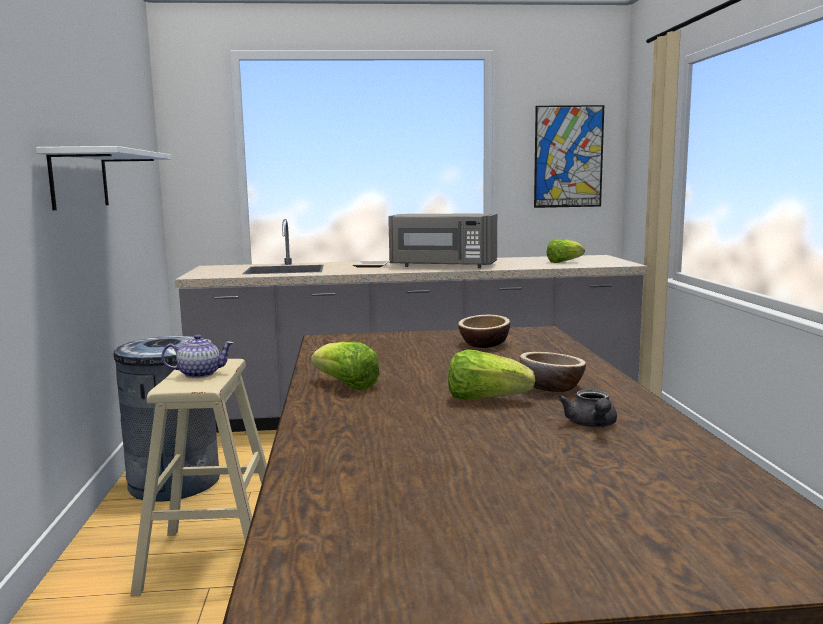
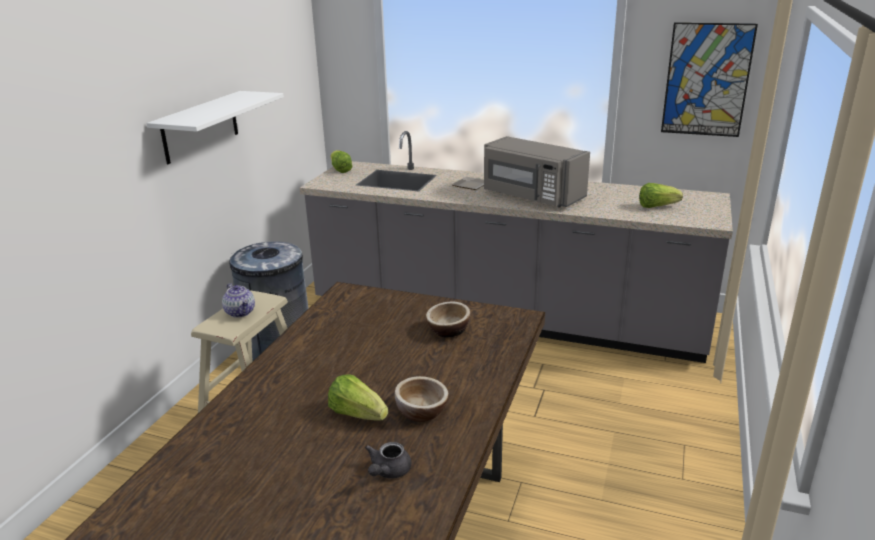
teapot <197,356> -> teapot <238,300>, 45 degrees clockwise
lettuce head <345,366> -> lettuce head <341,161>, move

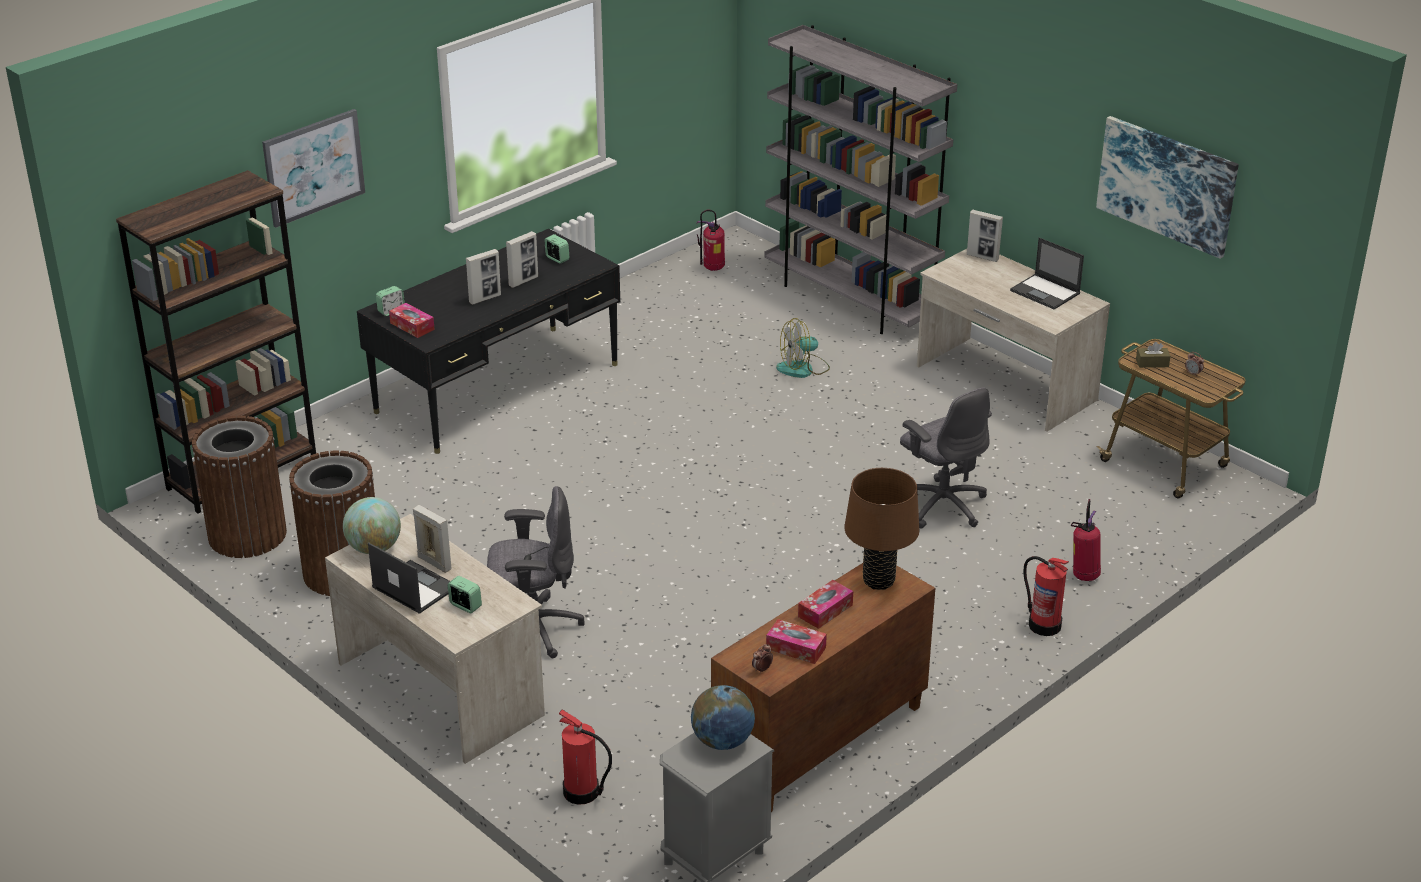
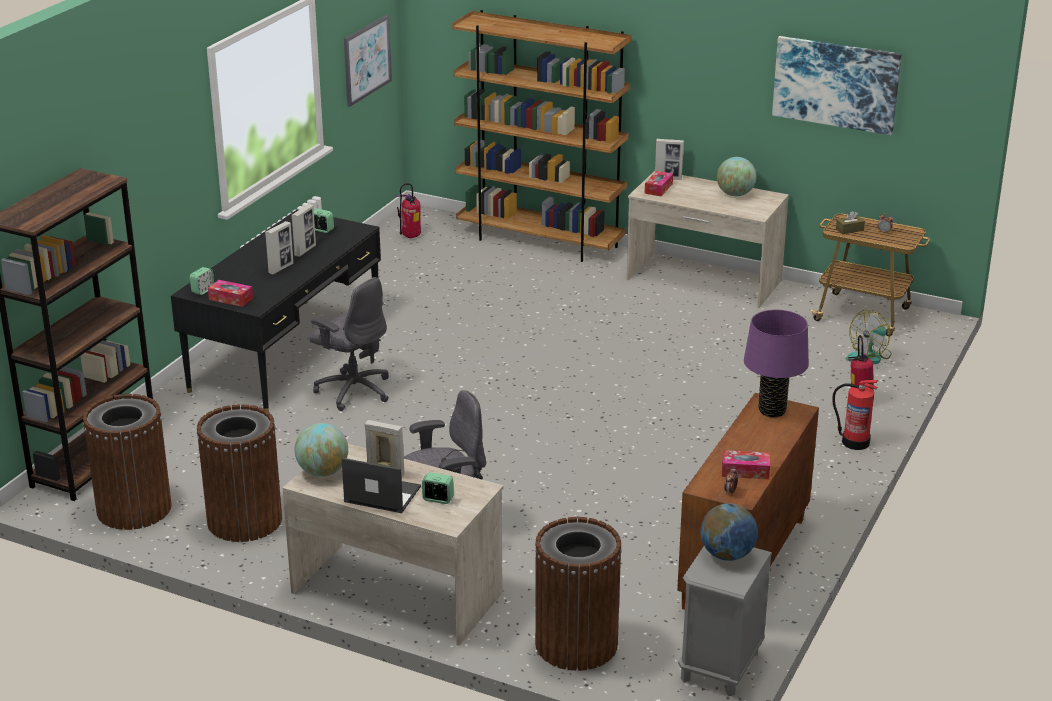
desk chair (greyish) <946,458> -> desk chair (greyish) <349,344>, move
wall art <313,168> -> wall art <368,60>, move
bookshelf (greyish) <860,179> -> bookshelf (brownish) <542,136>
fire extinguisher <585,757> -> rubbish bin (brownish) <578,594>
tissue holder <825,604> -> tissue holder <659,183>, move
portable computer <1047,273> -> world globe <736,176>
lamp for a table (brownish) <881,529> -> lamp for a table (purple-coloured) <776,364>
electric fan <803,348> -> electric fan <869,337>, move

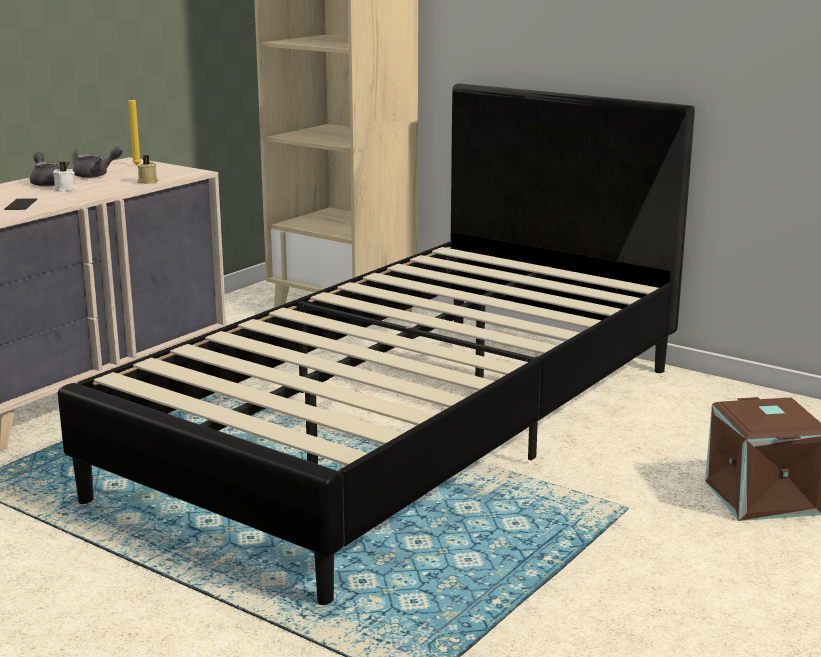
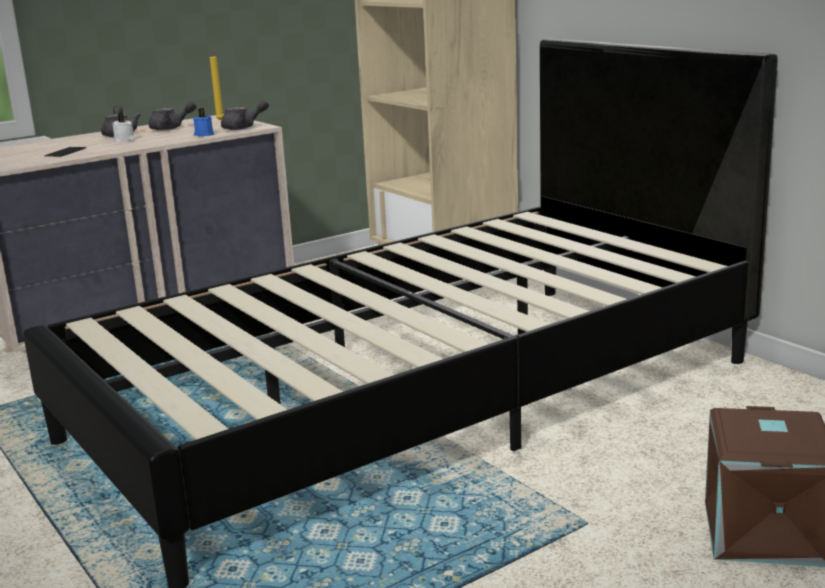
wax candle (beige) <147,169> -> wax candle (blue-coloured) <203,122>
none -> teapot (greyish) <245,115>

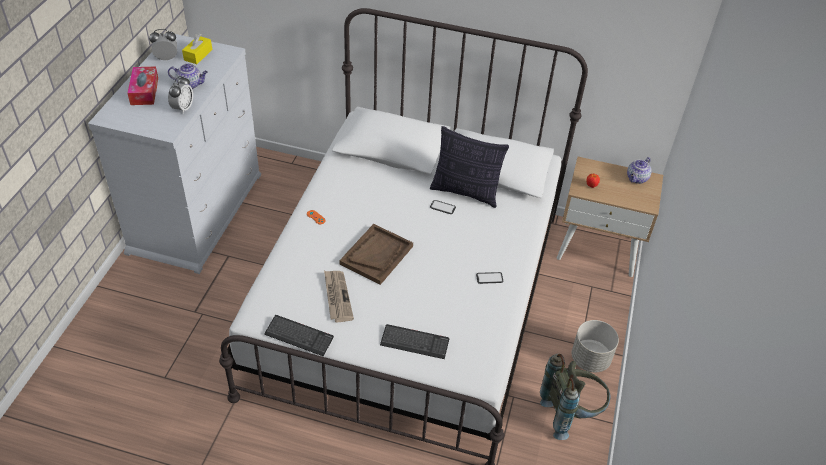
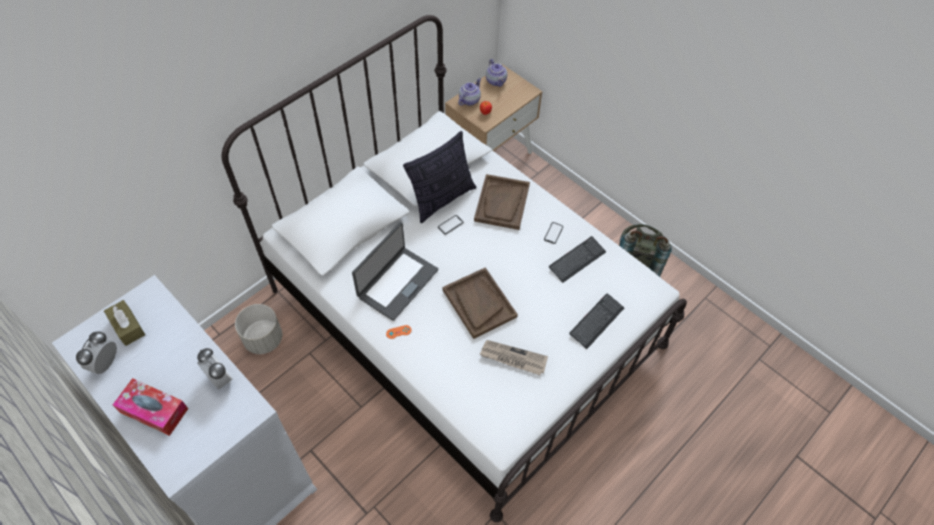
tissue holder (yellowish) <197,48> -> tissue holder (brownish) <124,323>
planter (greyish) <595,346> -> planter (greyish) <258,329>, move
none -> portable computer <395,271>
teapot <188,76> -> teapot <469,92>, move
none -> serving tray (brownish) <502,202>
PC keyboard <299,336> -> PC keyboard <577,259>, move

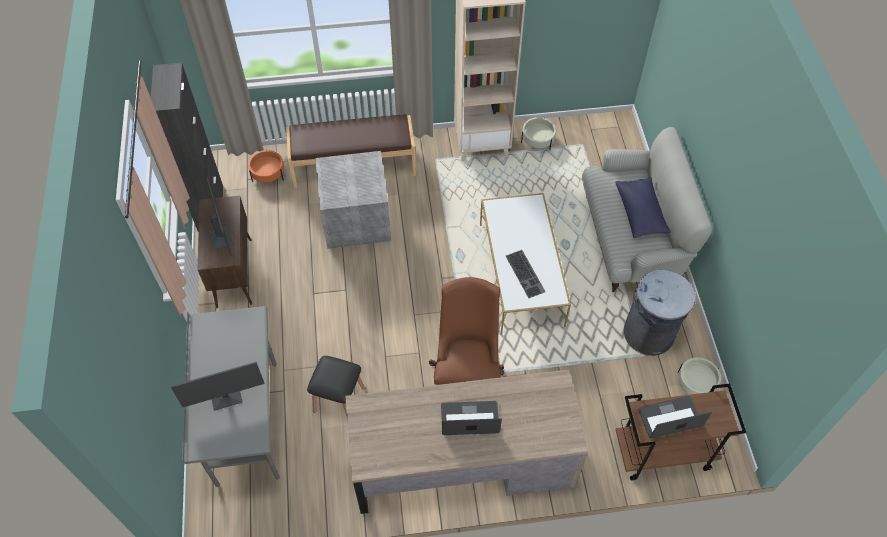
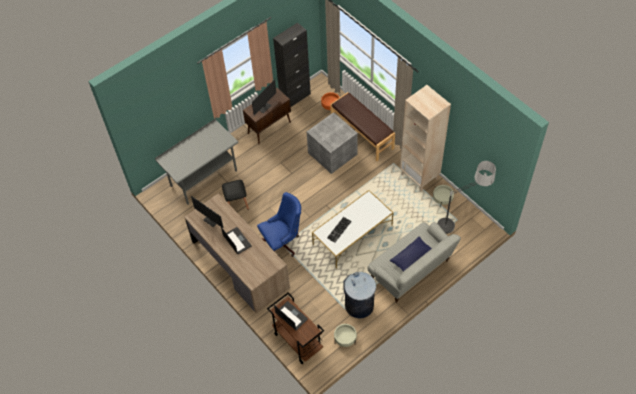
computer screen <218,386> -> computer screen <207,212>, move
desk chair (brownish) <466,331> -> desk chair (blue-coloured) <279,224>
none -> standing lamp <466,197>

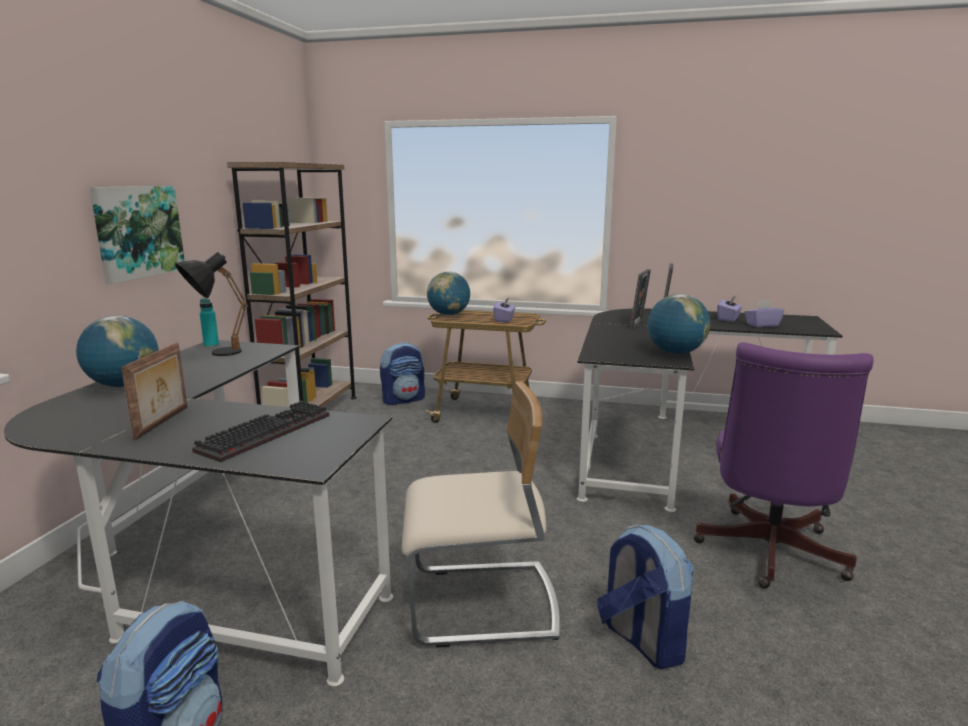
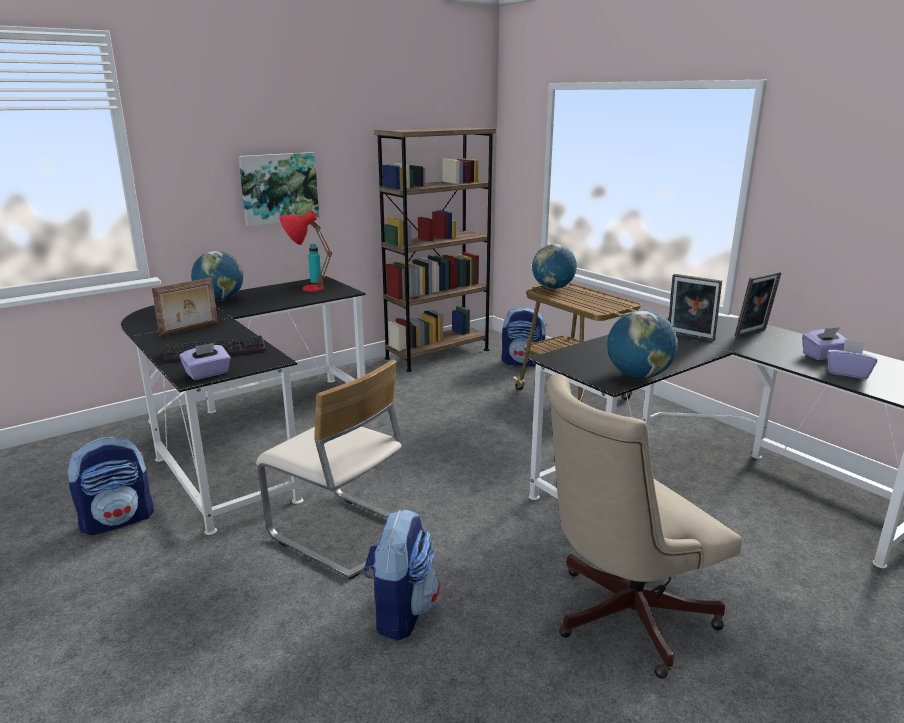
tissue holder (purple-coloured) <504,310> -> tissue holder (purple-coloured) <205,361>, move
lamp for a table (black-coloured) <211,304> -> lamp for a table (red) <305,251>
desk chair (purple-coloured) <783,465> -> desk chair (beige) <644,526>
picture frame <640,298> -> picture frame <695,307>, 60 degrees clockwise

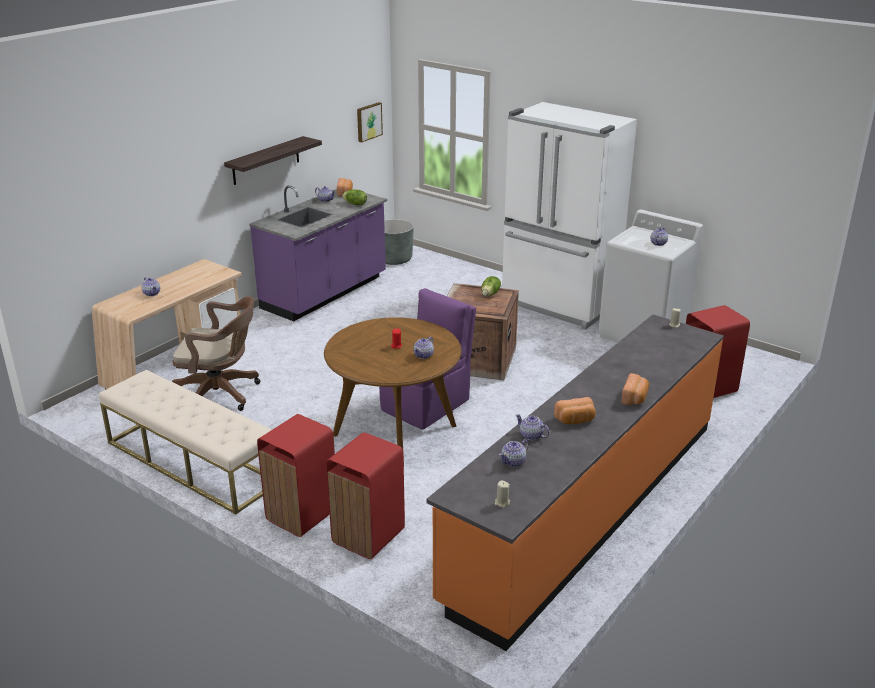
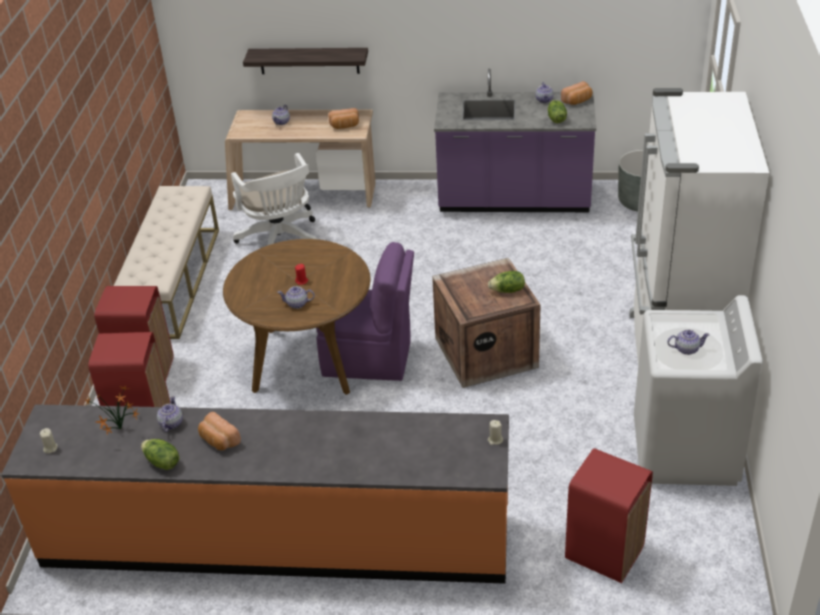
teapot <514,453> -> potted plant <112,409>
none -> lettuce head <160,454>
desk chair (brownish) <216,353> -> desk chair (whitish) <274,199>
wall shelf <273,160> -> wall shelf <305,61>, move
bread <635,389> -> bread <343,118>, move
wall art <370,122> -> none

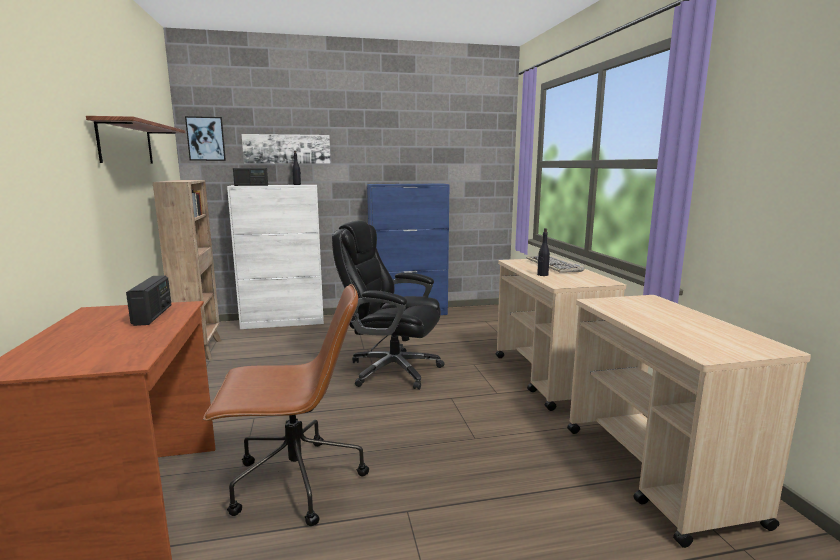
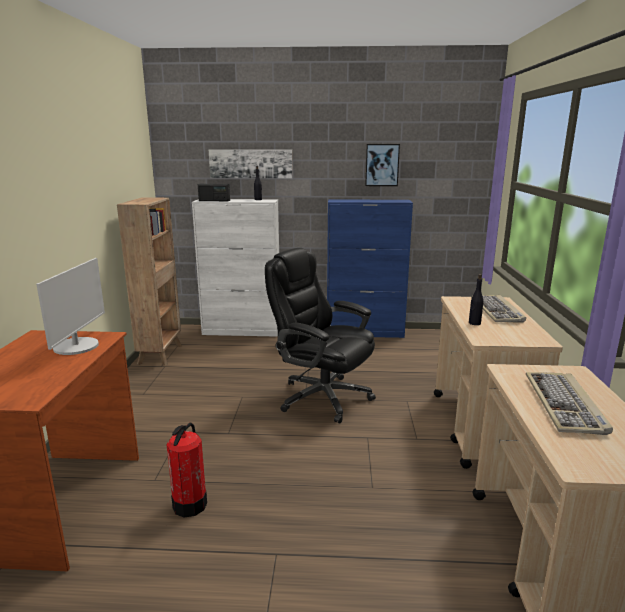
radio <148,300> -> computer screen <70,306>
desk chair (brownish) <286,405> -> fire extinguisher <186,469>
wall art <205,138> -> wall art <382,165>, move
none -> PC keyboard <569,403>
wall shelf <135,140> -> none

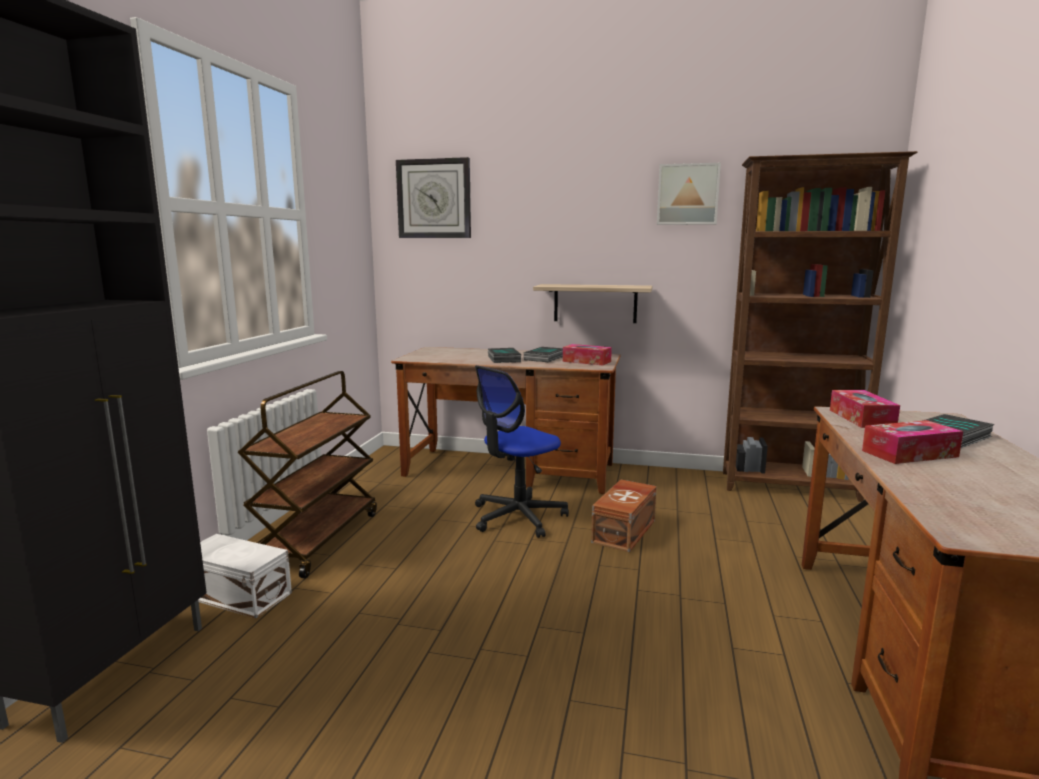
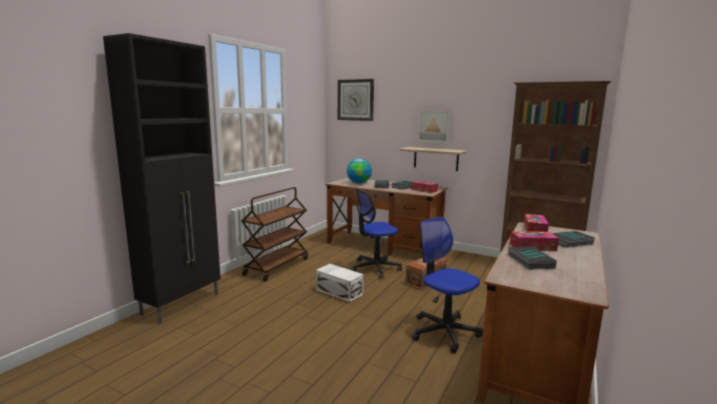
storage bin (whitish) <245,576> -> storage bin (whitish) <340,283>, move
none -> world globe <359,171>
none -> desk chair <447,284>
wall art <689,194> -> wall art <434,126>, move
none -> book <532,258>

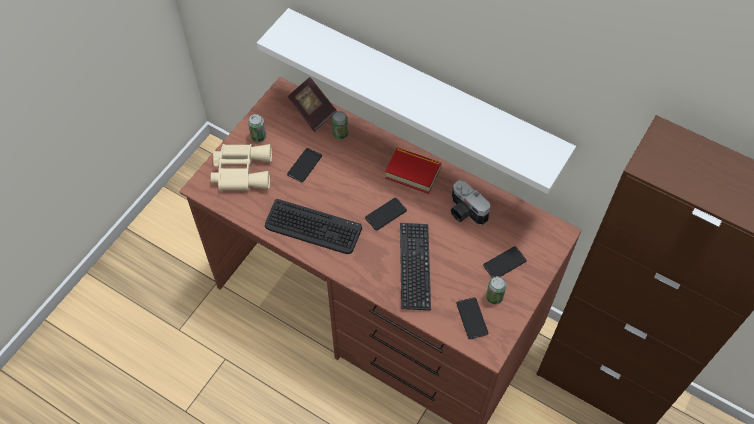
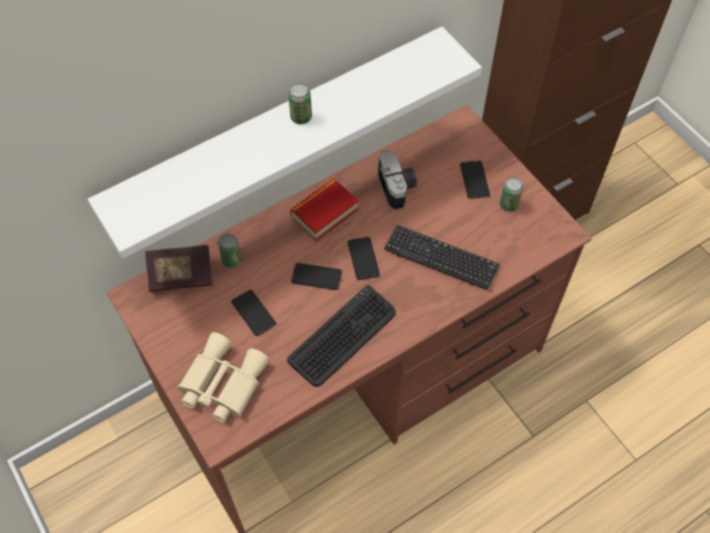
can <257,128> -> can <300,103>, move
phone <472,318> -> phone <316,276>, move
photo camera <470,202> -> photo camera <397,180>, 90 degrees counterclockwise

